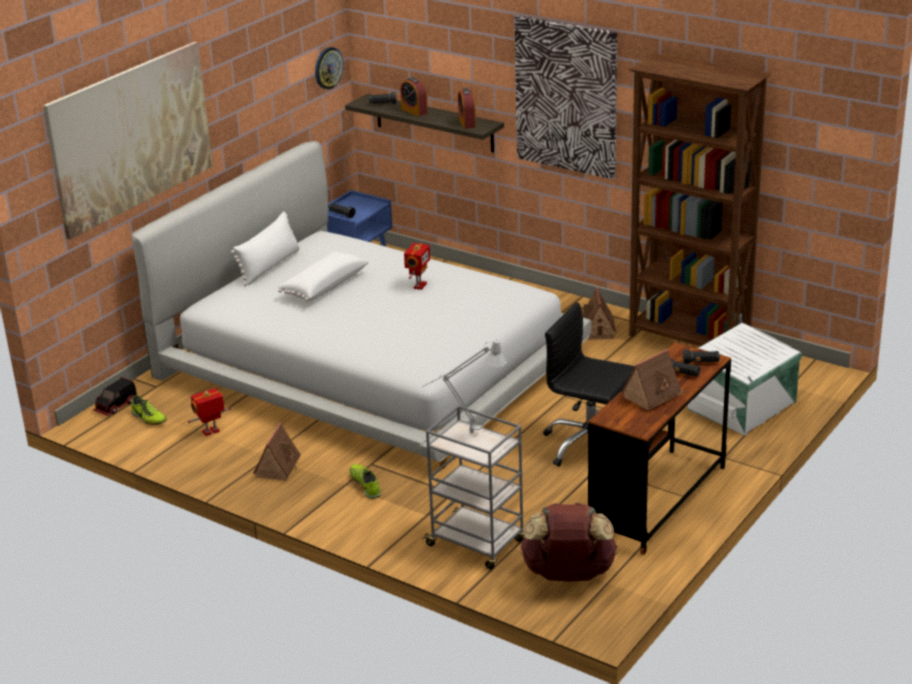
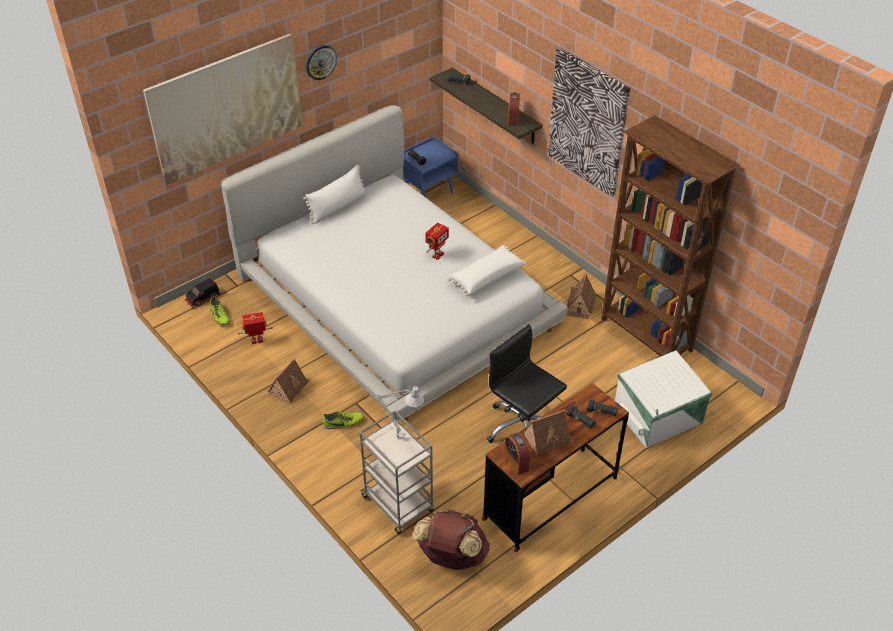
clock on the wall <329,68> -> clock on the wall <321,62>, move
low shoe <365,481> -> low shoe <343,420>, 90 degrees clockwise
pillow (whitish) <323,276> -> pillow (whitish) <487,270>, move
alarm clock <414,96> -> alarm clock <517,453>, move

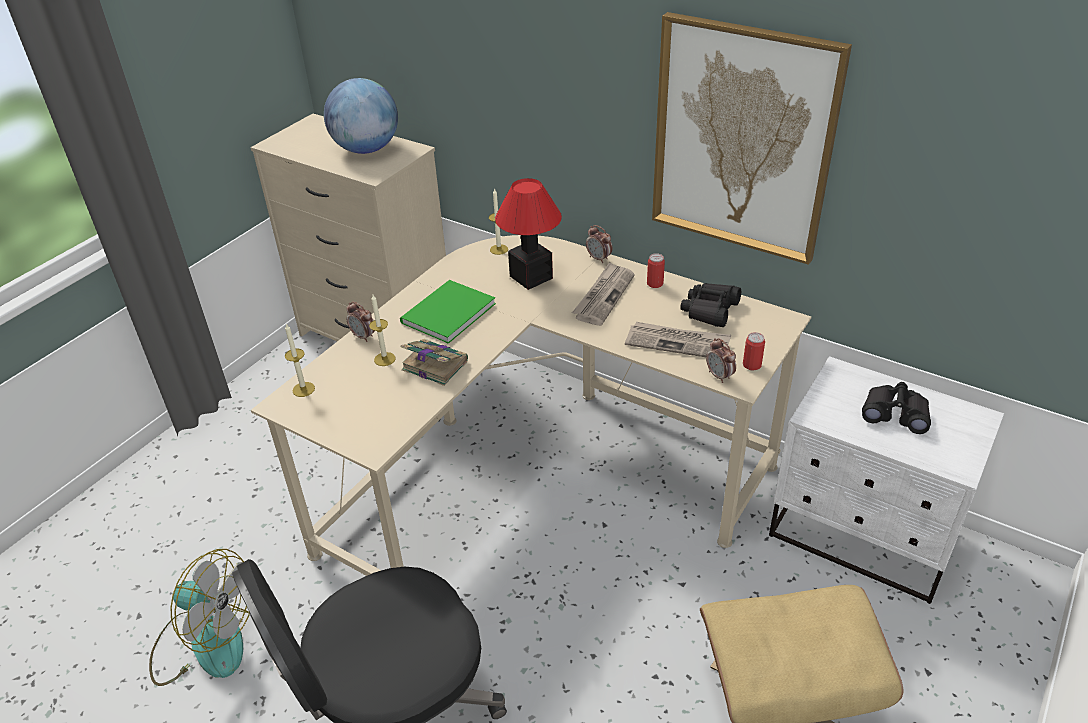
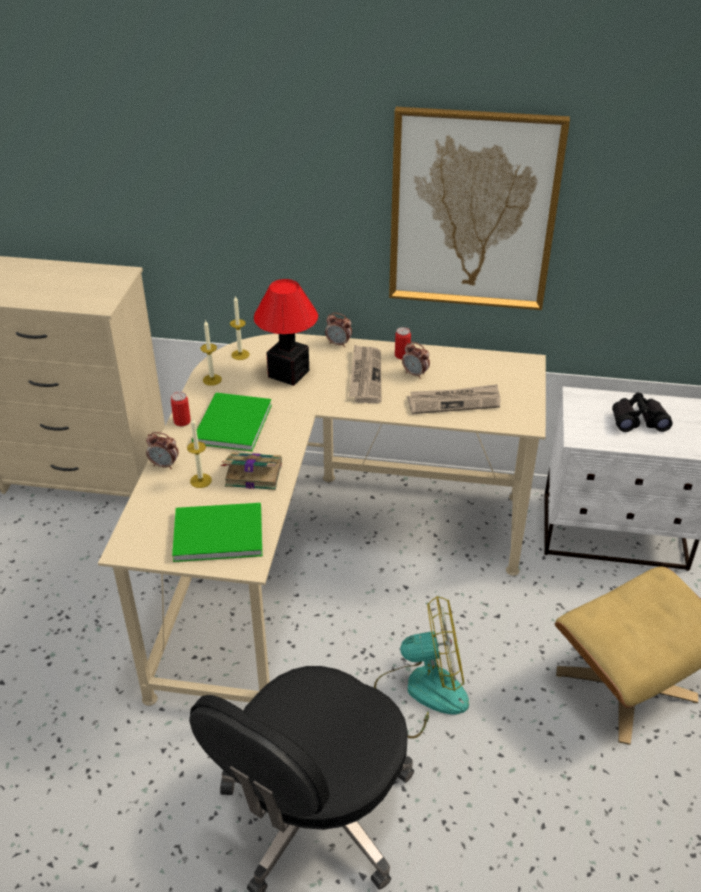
can <754,351> -> can <181,409>, move
none -> book (greenish) <217,532>
wax candle <300,360> -> wax candle <211,353>, move
electric fan <199,617> -> electric fan <421,667>, move
alarm clock <721,360> -> alarm clock <416,360>, move
world globe <361,116> -> none
pair of binoculars (black-coloured) <710,305> -> none

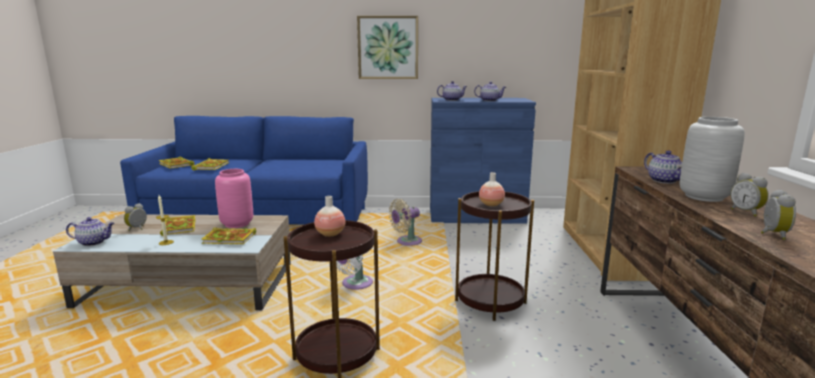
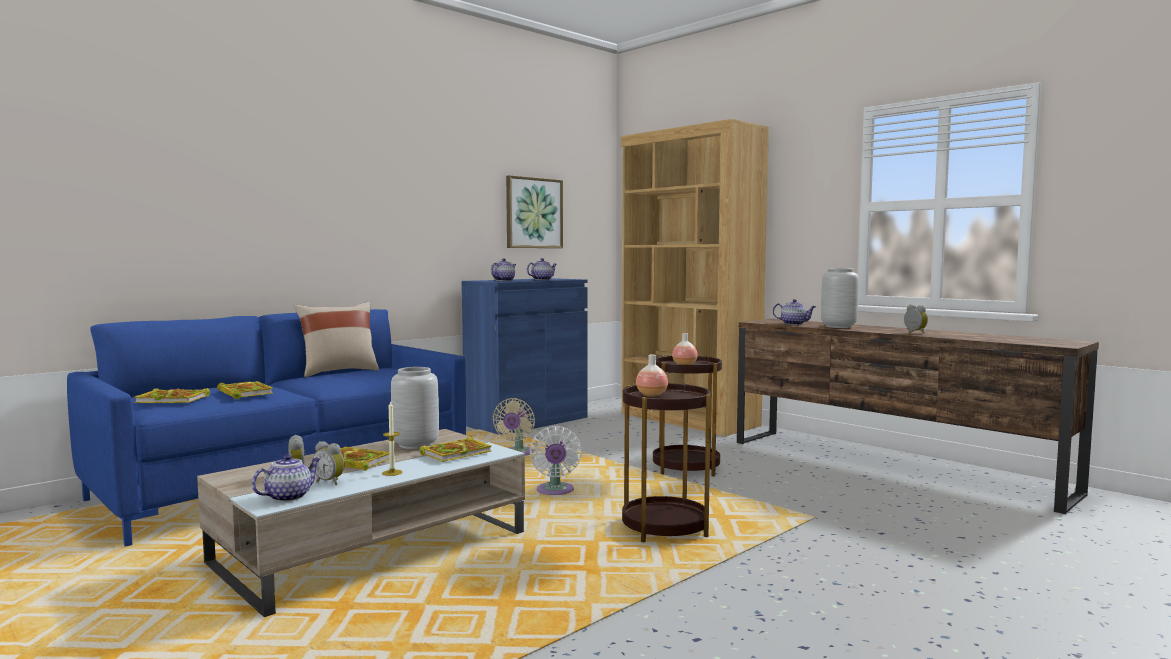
none -> pillow (beige) <336,339>
alarm clock <749,195> -> alarm clock <328,463>, move
decorative vase (pink-coloured) <234,198> -> decorative vase (greyish) <415,408>
wall art <387,47> -> wall art <534,211>, move

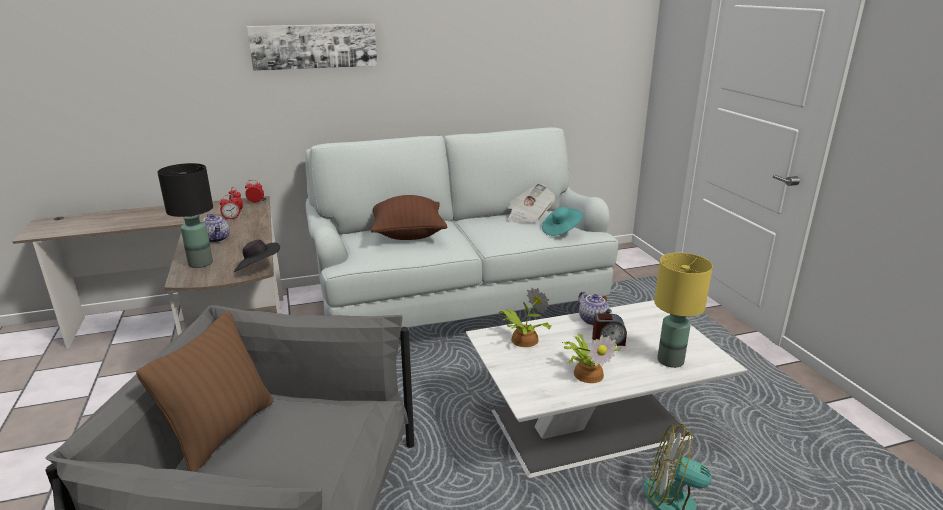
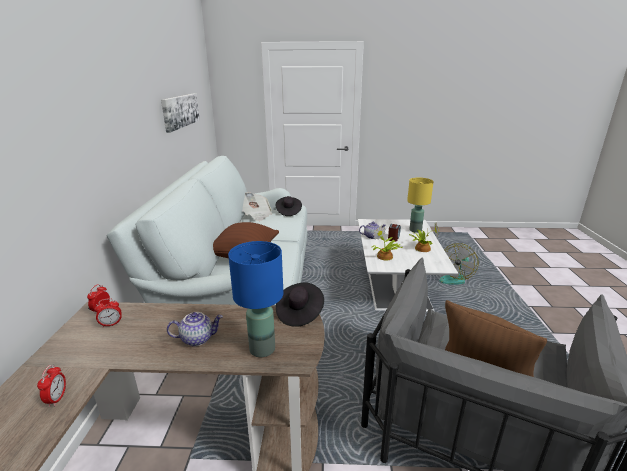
alarm clock <229,207> -> alarm clock <51,386>, move
wall art <312,47> -> wall art <180,113>, move
lamp for a table (black-coloured) <185,215> -> lamp for a table (blue-coloured) <255,299>
wearable hat (turquoise-coloured) <562,221> -> wearable hat (black-coloured) <288,206>

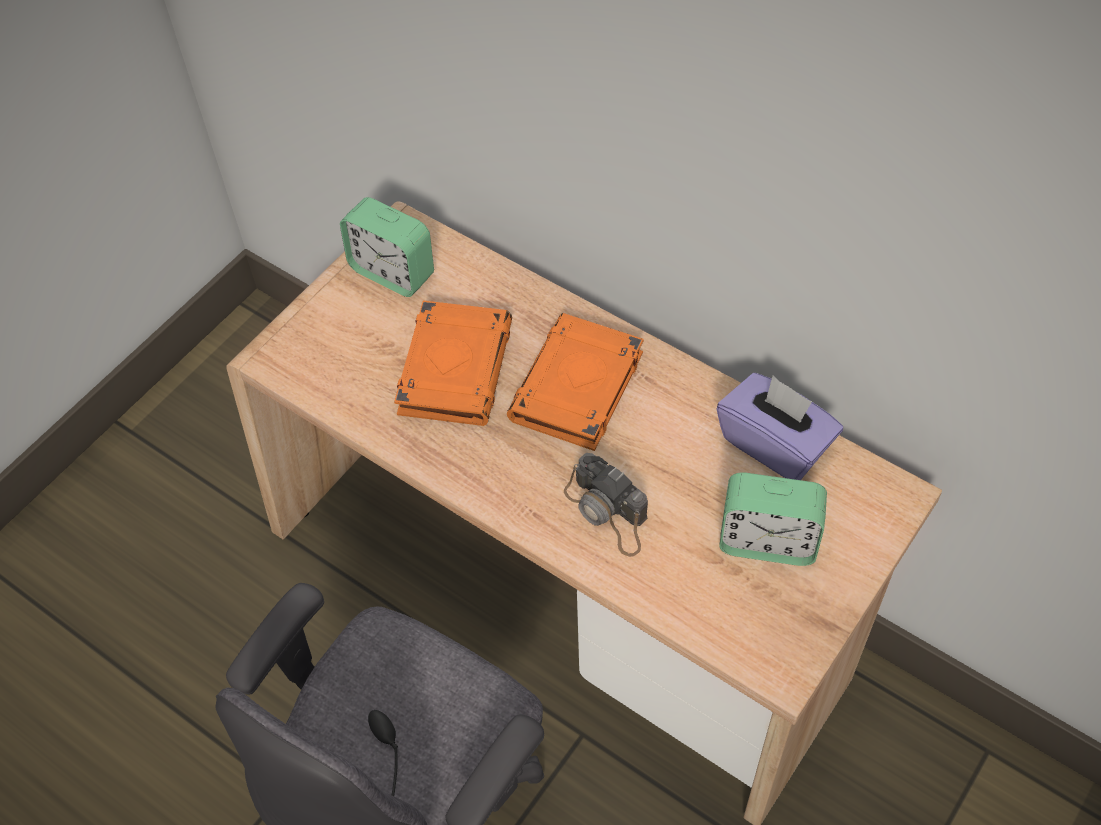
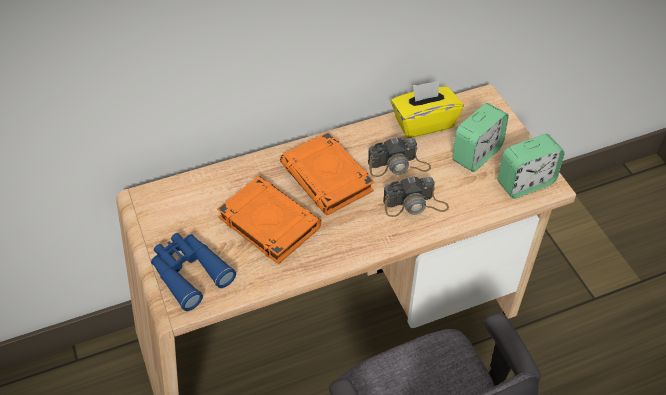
none -> pair of binoculars (blue-coloured) <193,272>
none -> photo camera <399,157>
tissue holder (purple-coloured) <780,426> -> tissue holder (yellowish) <427,109>
alarm clock <387,247> -> alarm clock <531,166>, move

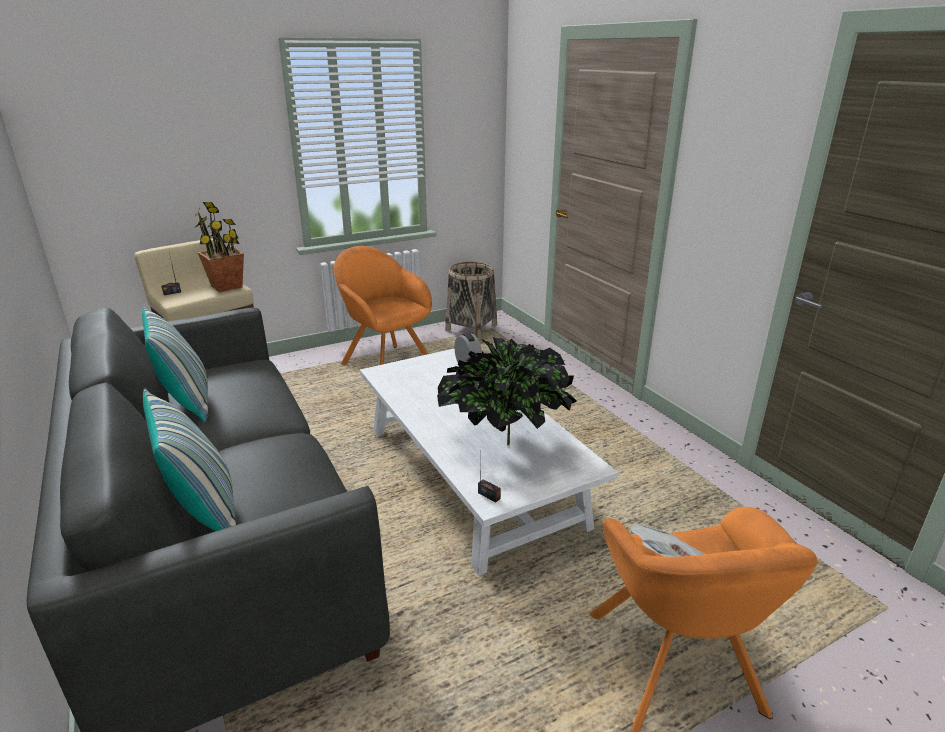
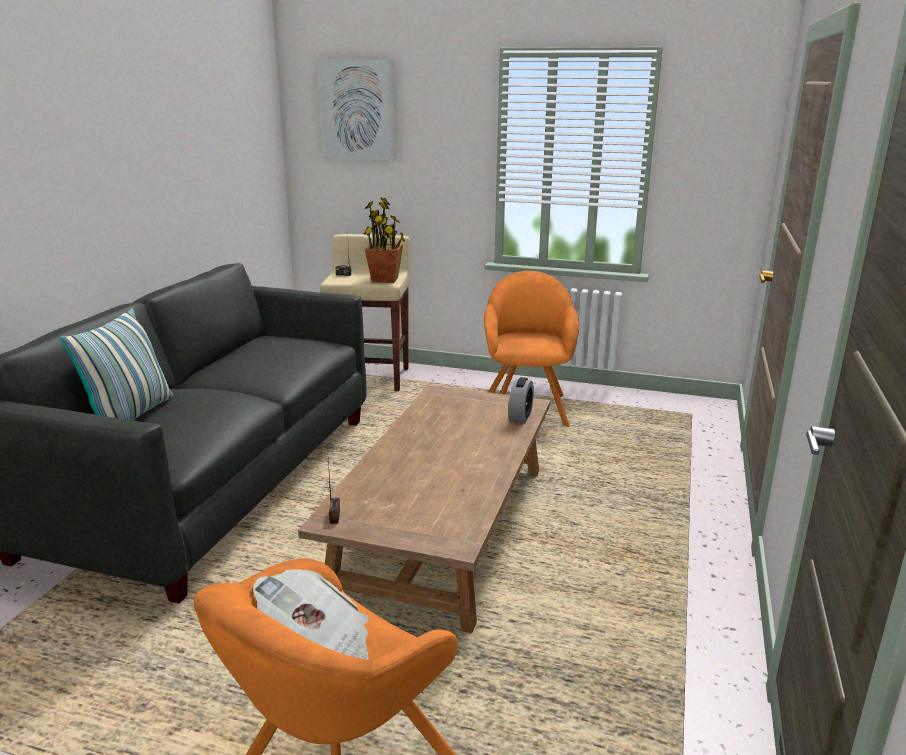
low table (whitish) <489,462> -> low table (brownish) <424,509>
none -> wall art <356,110>
pillow <175,364> -> none
potted plant <506,391> -> none
household basket <471,300> -> none

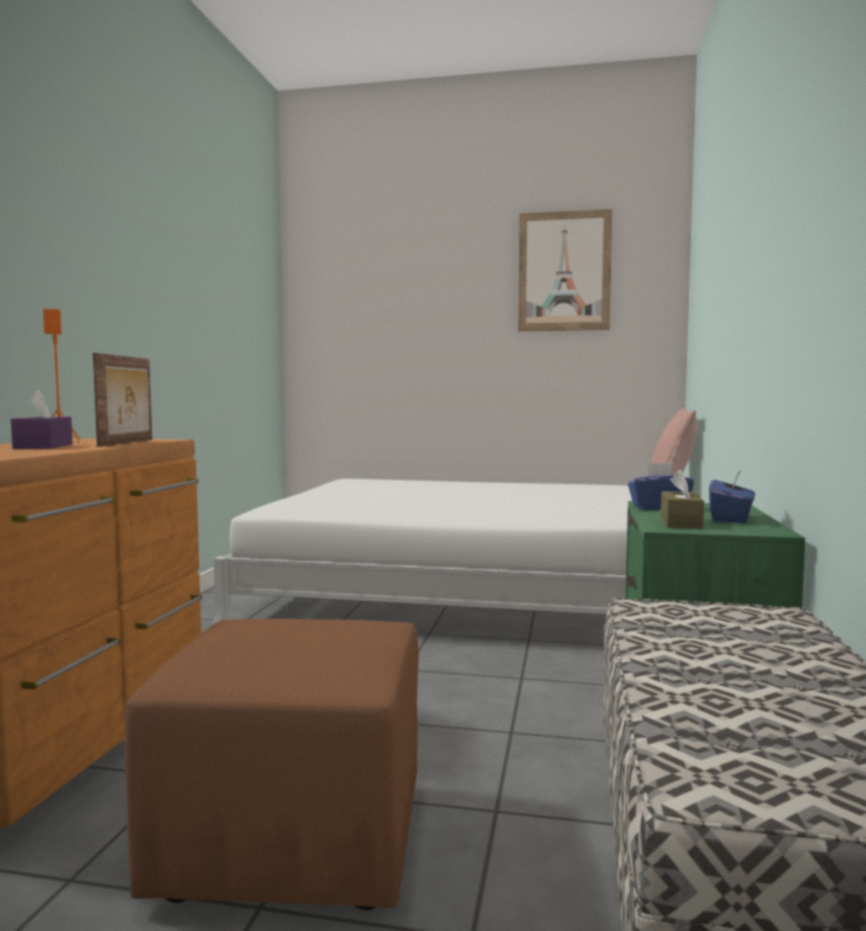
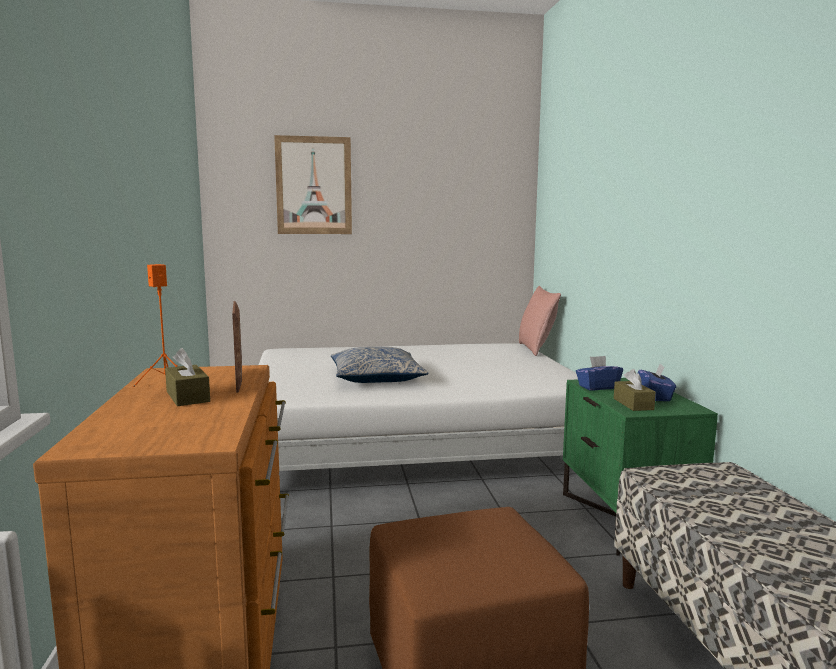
tissue holder (purple-coloured) <42,419> -> tissue holder (brownish) <187,377>
wall art <565,270> -> wall art <313,184>, move
none -> pillow <380,365>

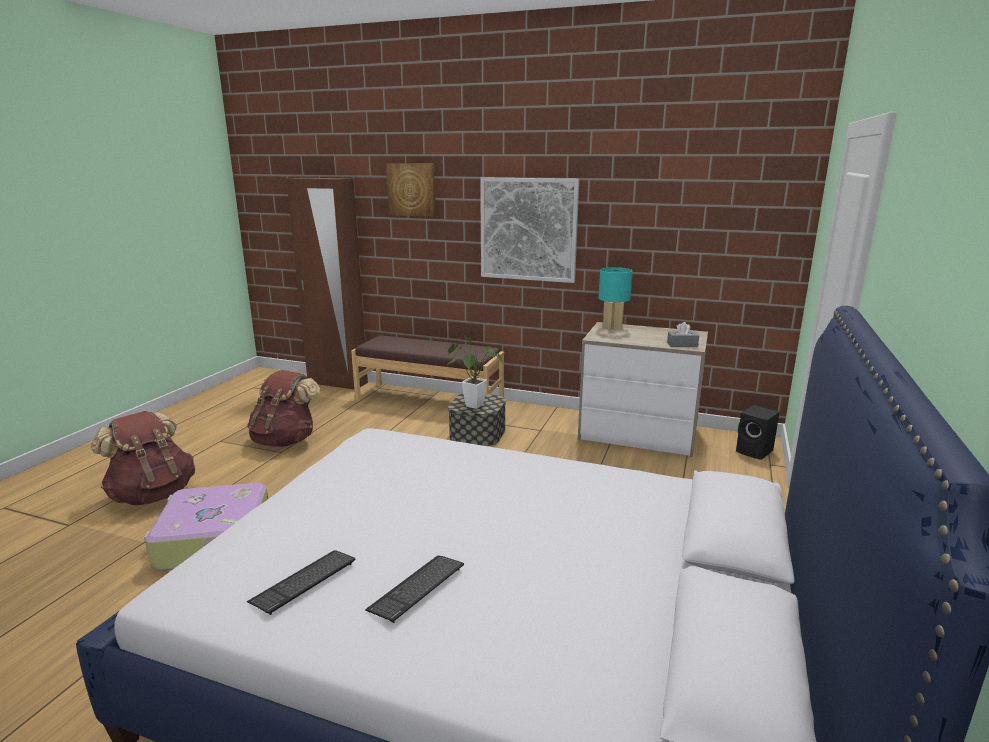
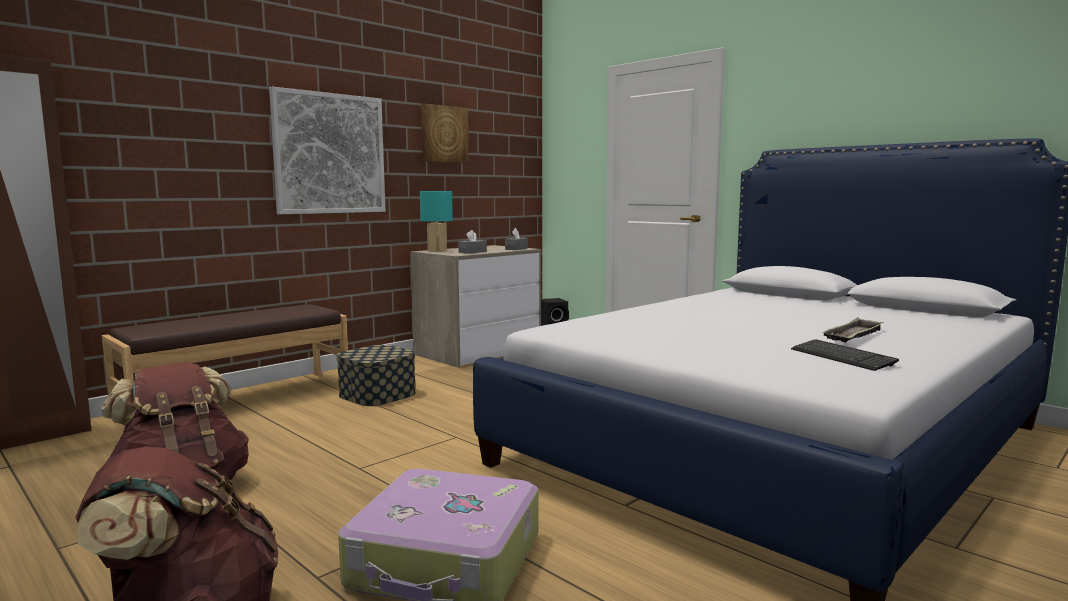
wall art <411,190> -> wall art <445,133>, move
none -> tissue holder (greyish) <472,242>
PC keyboard <414,589> -> serving tray <853,330>
potted plant <474,372> -> none

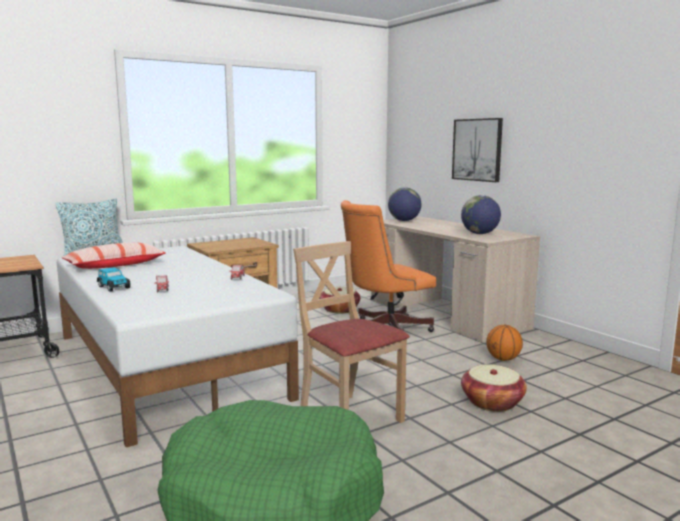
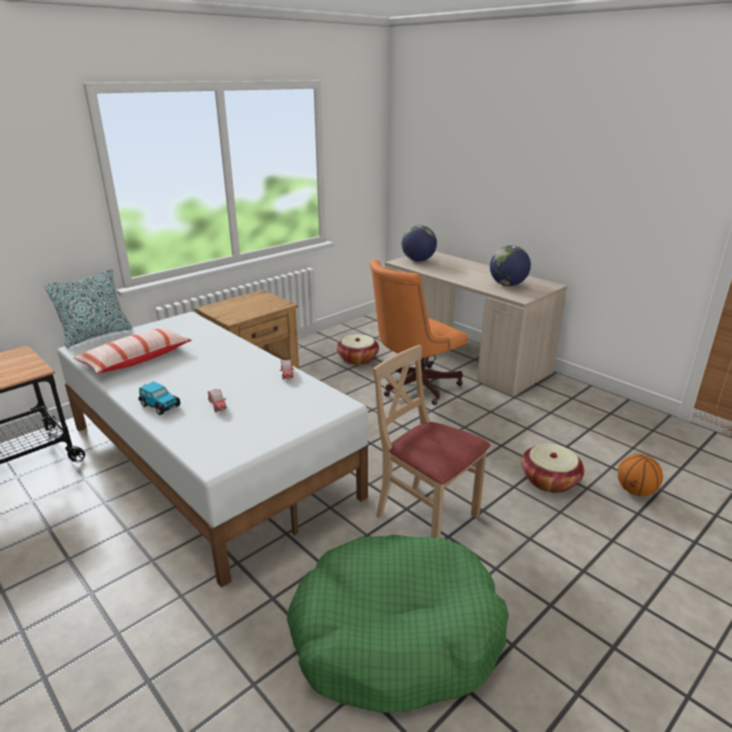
basketball <504,343> -> basketball <640,475>, move
wall art <477,150> -> none

